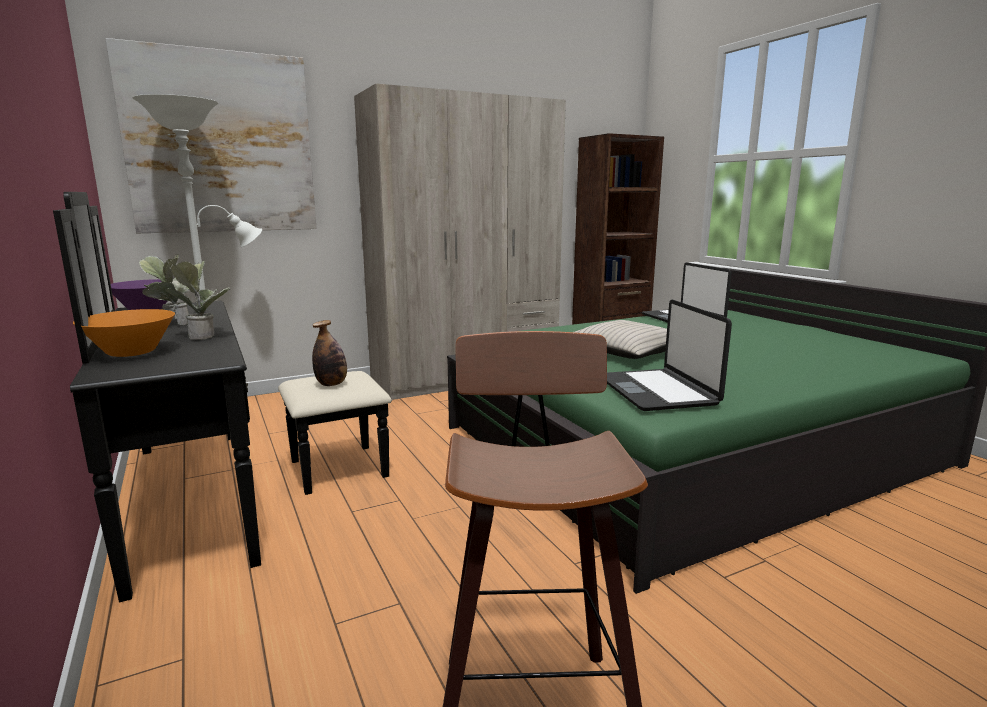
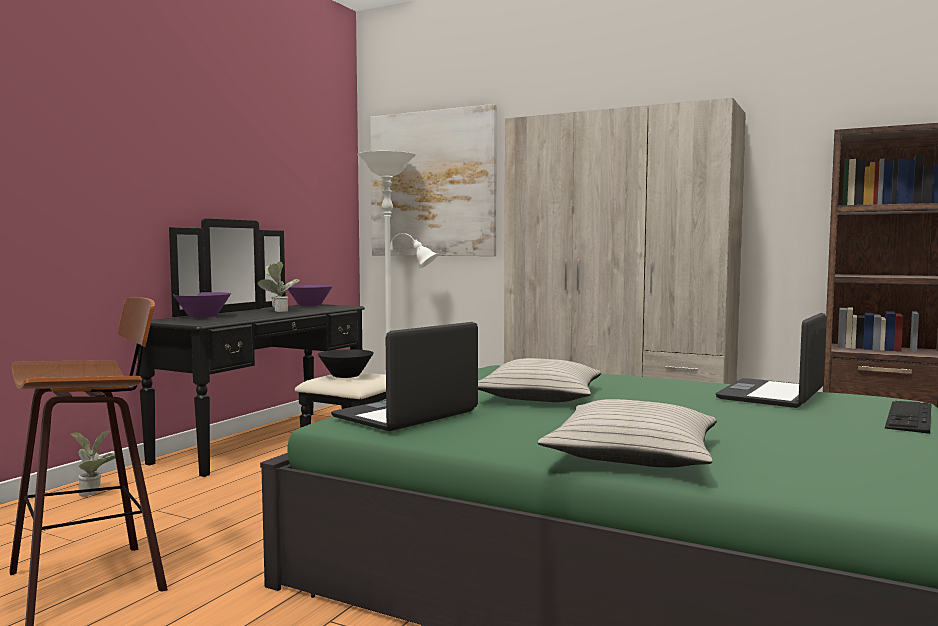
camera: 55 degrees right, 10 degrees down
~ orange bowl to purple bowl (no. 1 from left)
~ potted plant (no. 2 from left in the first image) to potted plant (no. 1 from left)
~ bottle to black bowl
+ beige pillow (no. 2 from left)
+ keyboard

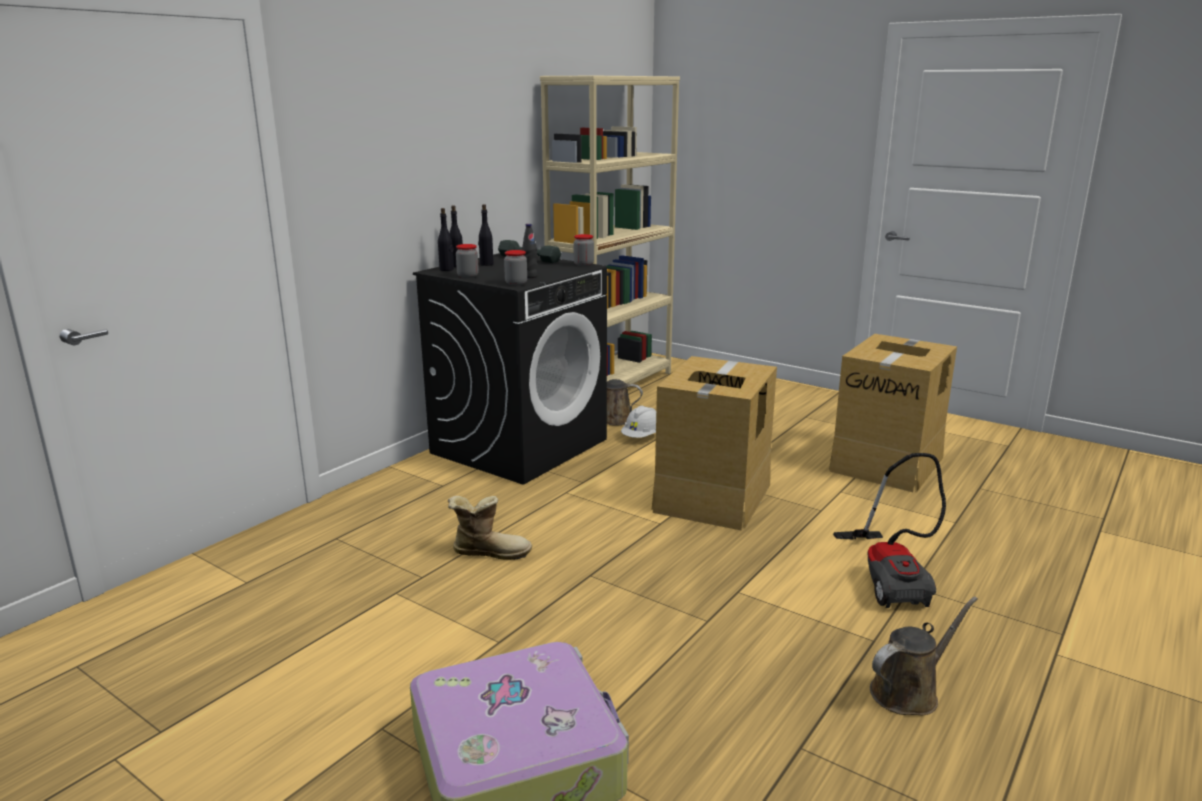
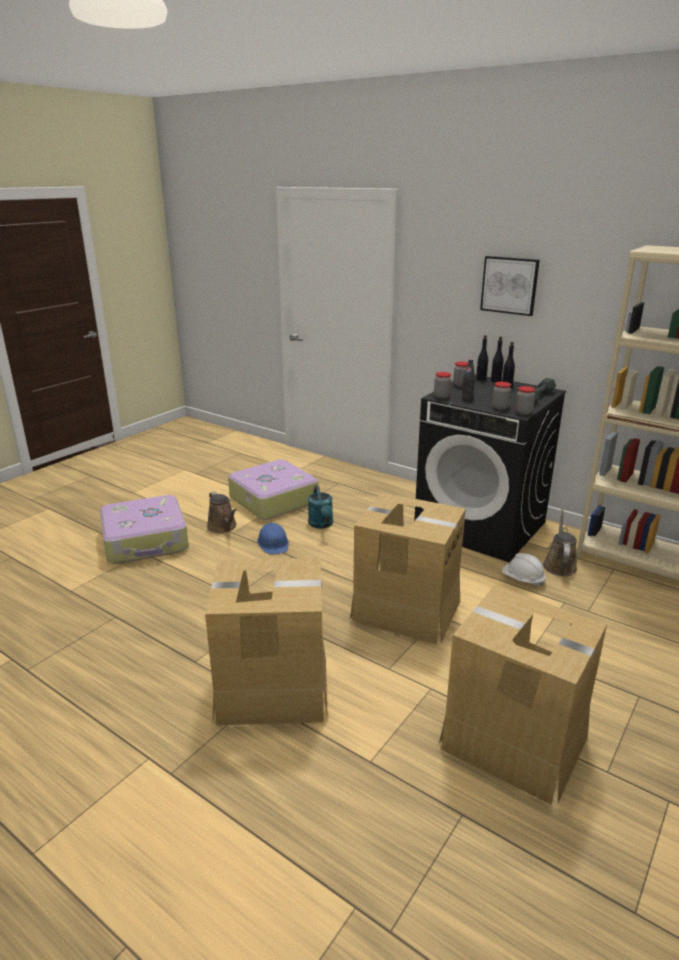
camera: 90 degrees right, 5 degrees up
~ boot to turquoise watering can
~ vacuum cleaner to cardboard box (no. 1 from left)
~ brown watering can (no. 2 from left in the first image) to brown watering can (no. 1 from left)
+ suitcase (no. 2 from left)
+ blue hard hat
+ picture
+ jar (no. 3 from left)

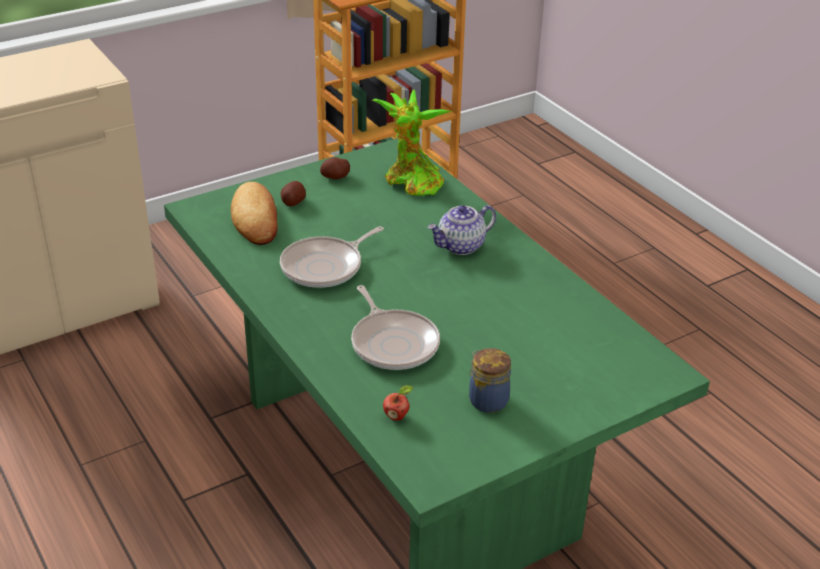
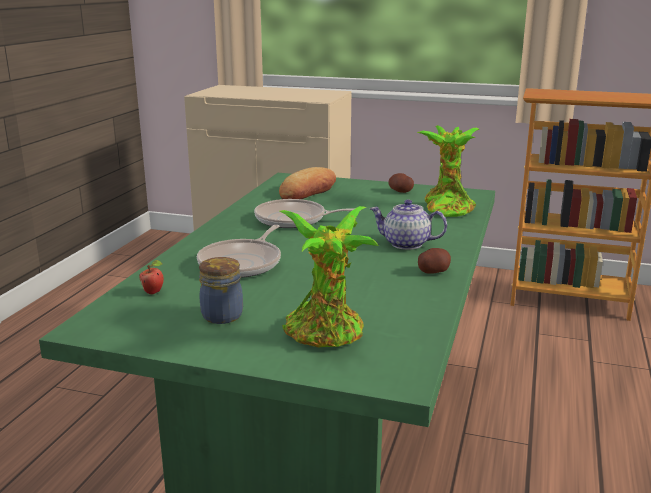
camera: 50 degrees right, 15 degrees down
~ potato (no. 1 from left in the first image) to potato (no. 2 from left)
+ potted plant (no. 1 from left)

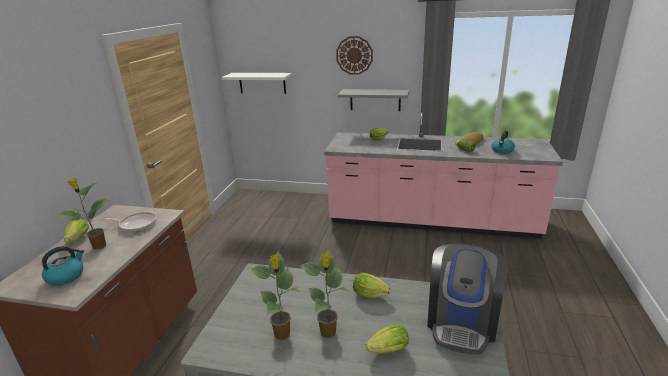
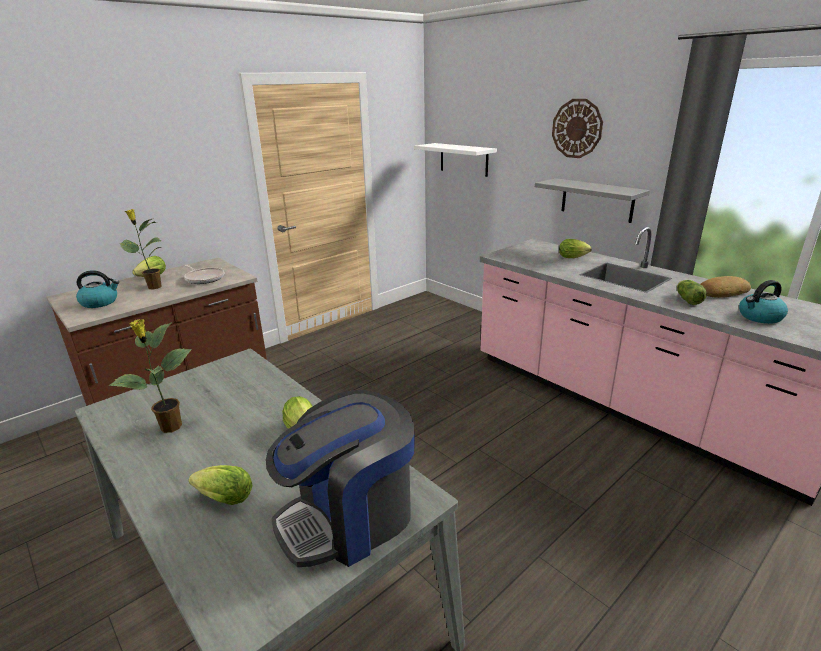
camera: 35 degrees right, 0 degrees up
- potted plant (no. 3 from left)

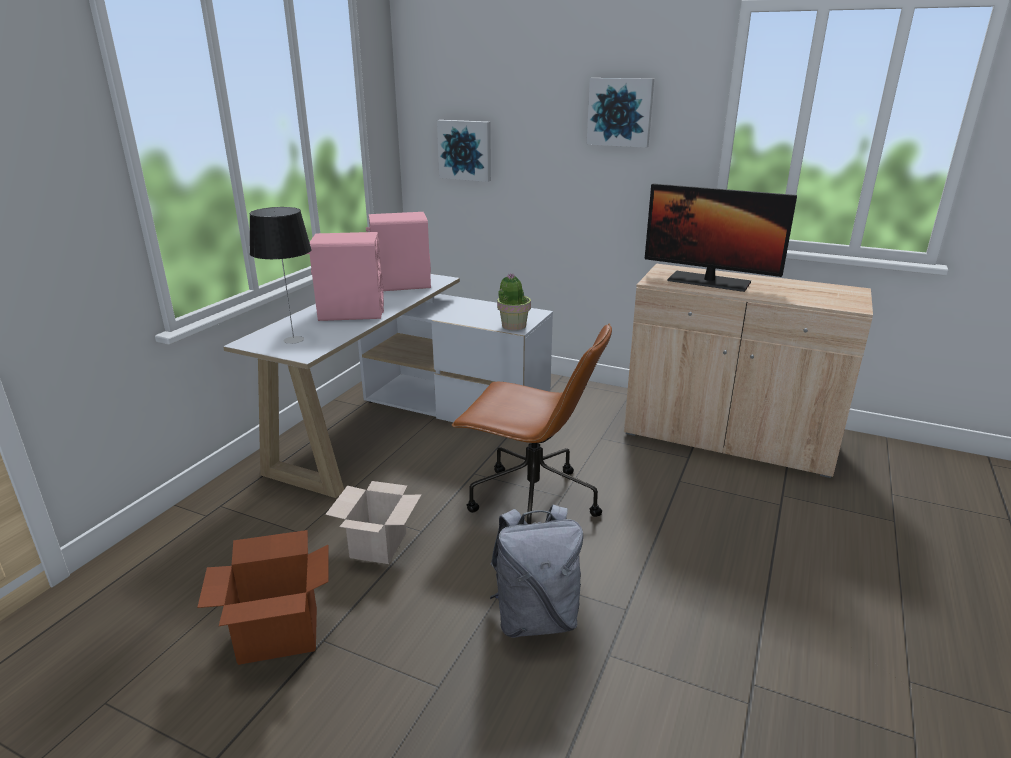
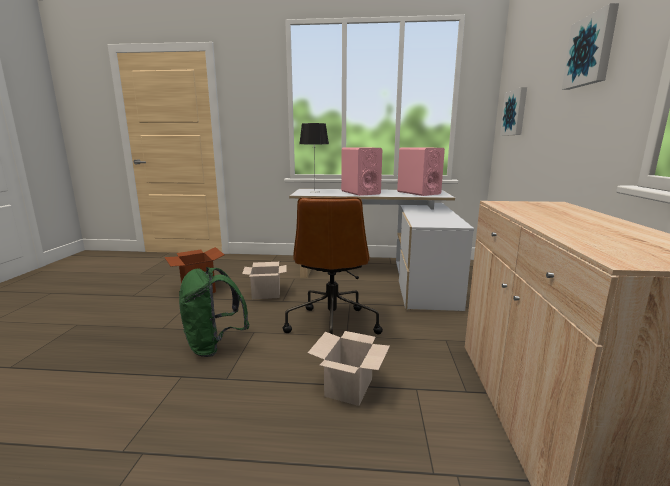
camera: 70 degrees right, 10 degrees down
~ grey backpack to green backpack
- potted plant
- monitor
+ cardboard box (no. 3 from left)

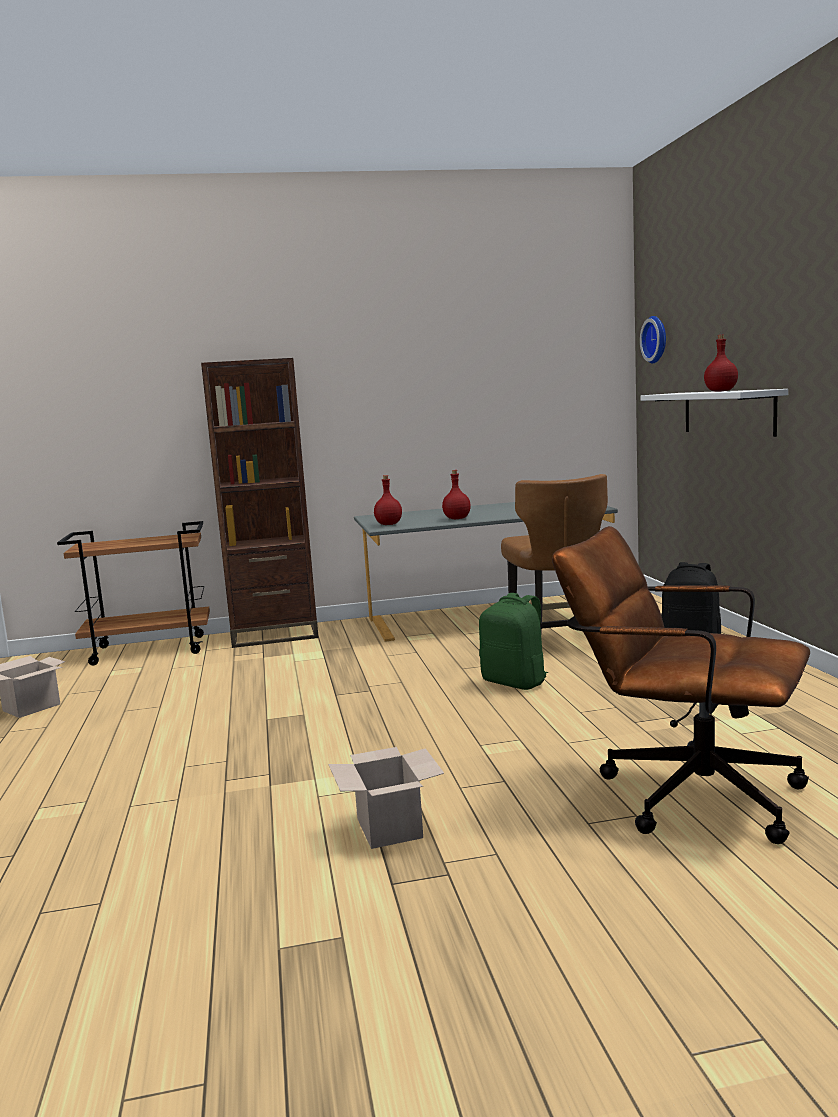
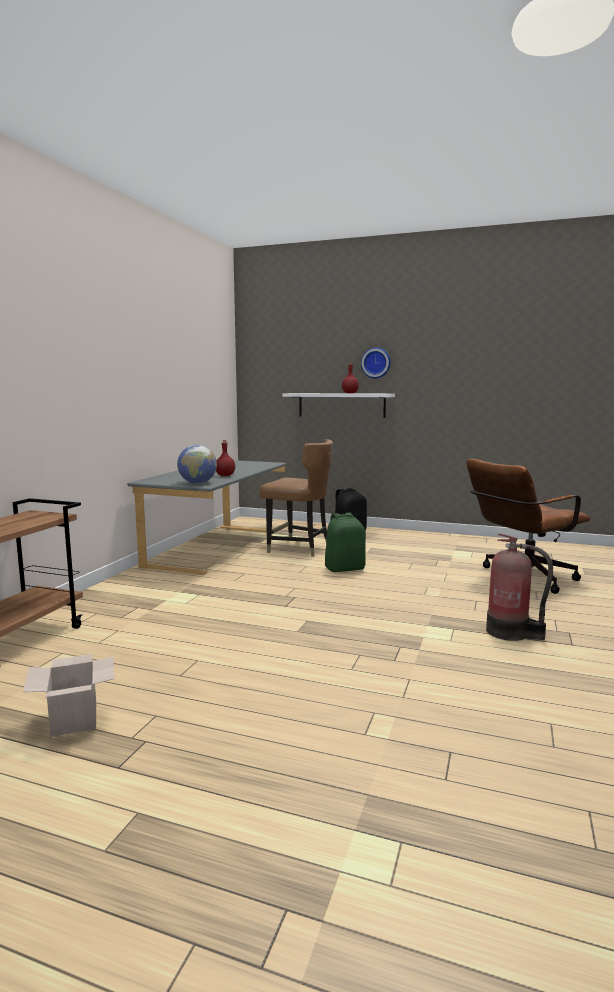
camera: 60 degrees left, 0 degrees up
- brown bookcase
~ cardboard box (no. 2 from left) to fire extinguisher
~ red bottle (no. 1 from left) to globe
~ wall clock

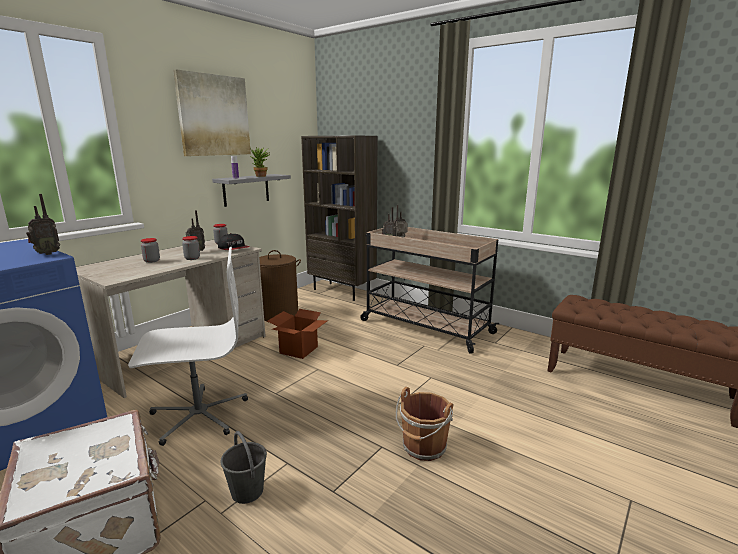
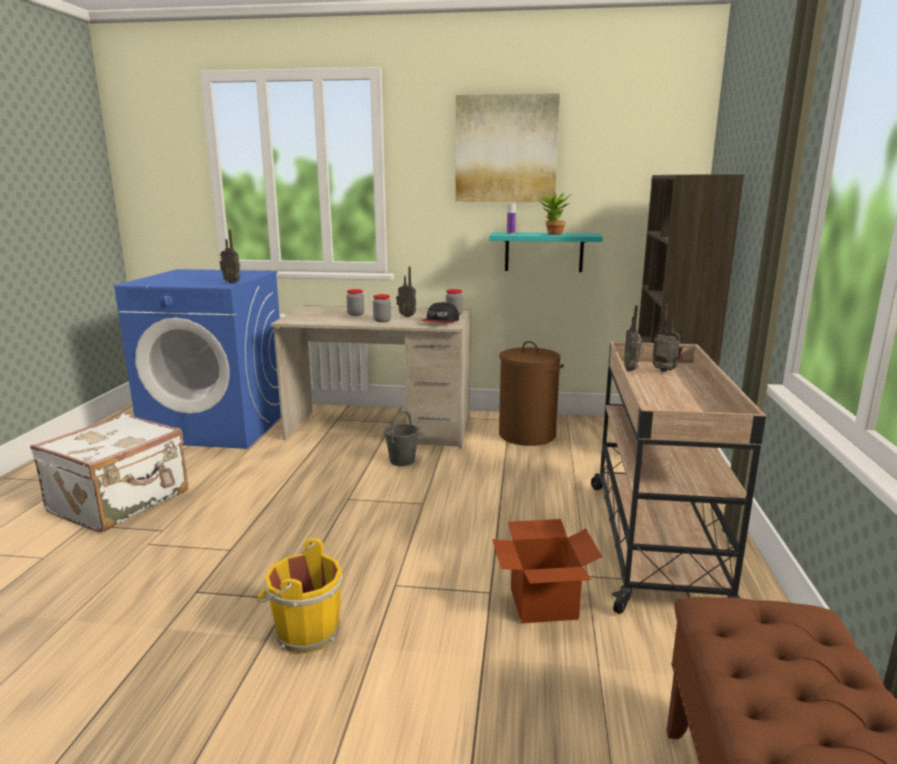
camera: 60 degrees right, 0 degrees up
- white office chair
~ grey shelf to turquoise shelf
~ grey bucket
~ cardboard box
~ brown bucket to yellow bucket

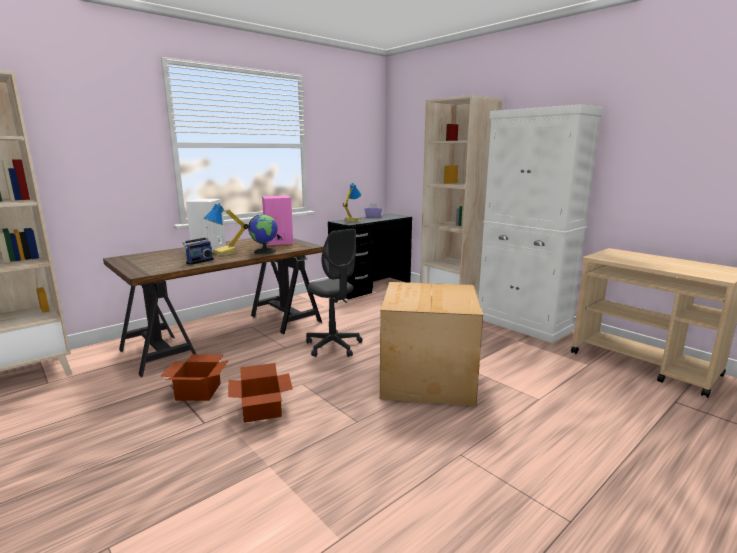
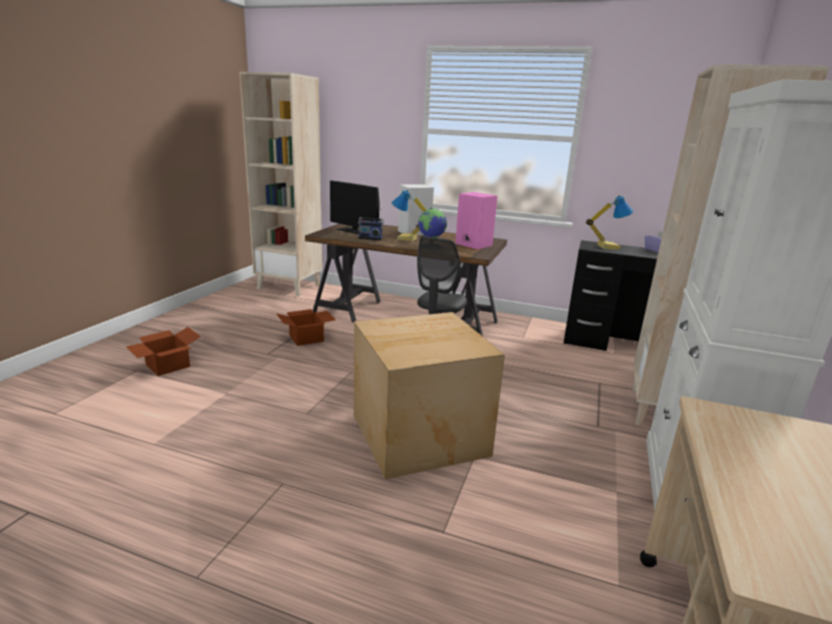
camera: 60 degrees right, 5 degrees up
~ cardboard box (no. 2 from left in the first image) to cardboard box (no. 1 from left)
+ monitor

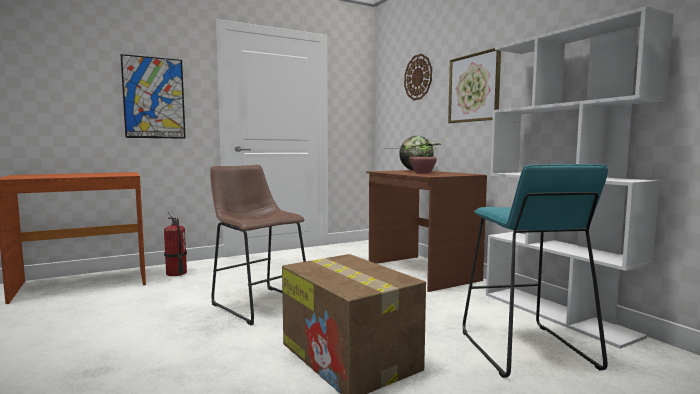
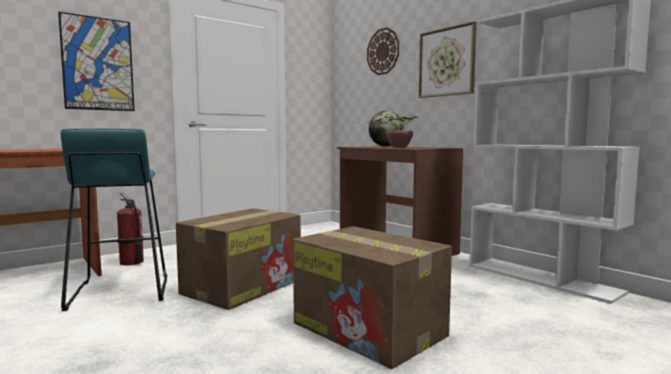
camera: 10 degrees left, 0 degrees up
~ brown stool to cardboard box (no. 1 from left)
~ turquoise stool

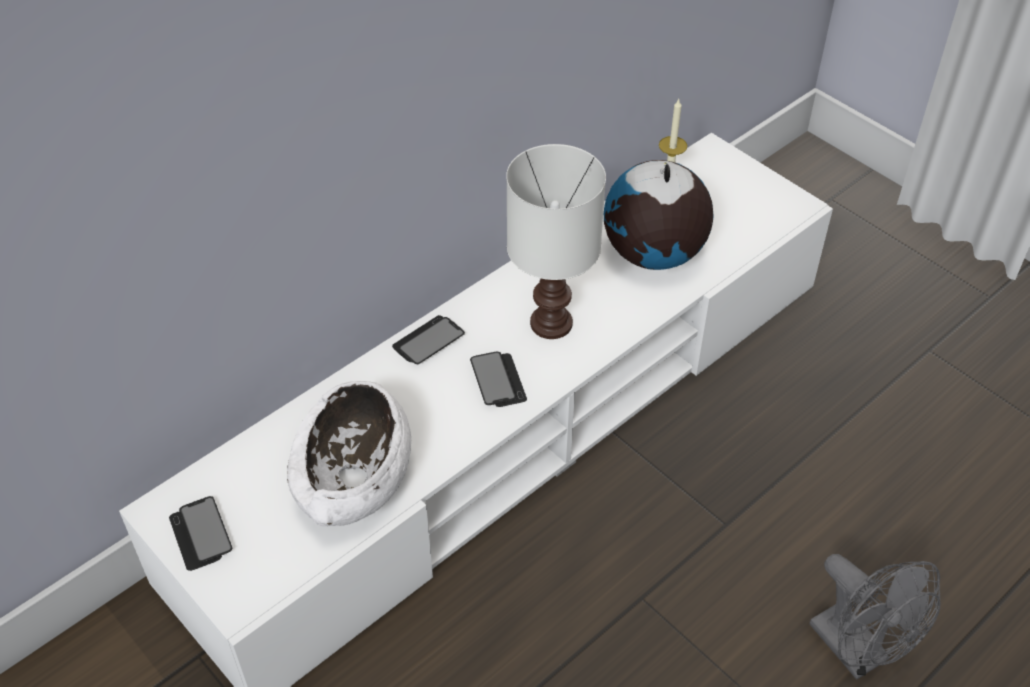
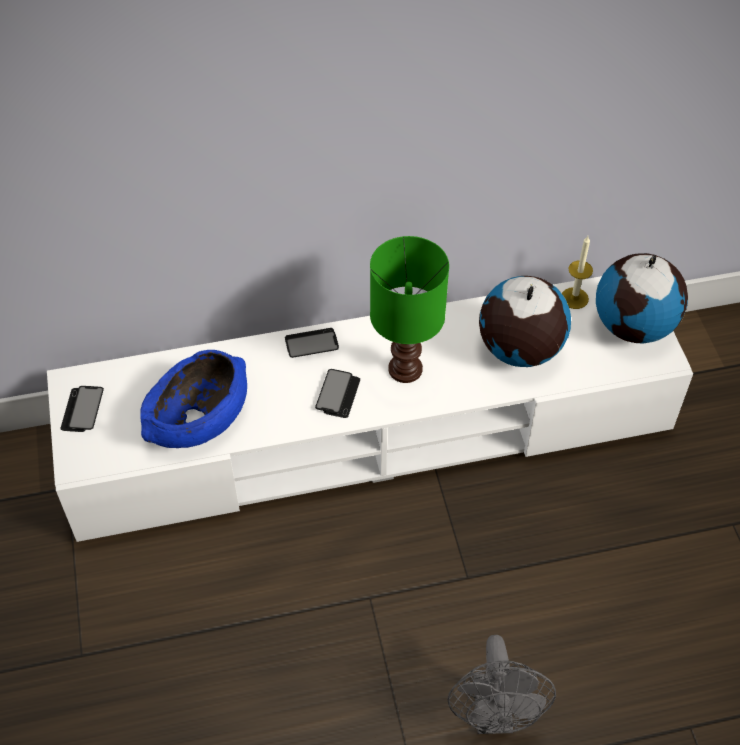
camera: 30 degrees right, 5 degrees up
~ white bowl to blue bowl
~ white table lamp to green table lamp
+ globe (no. 2 from left)

